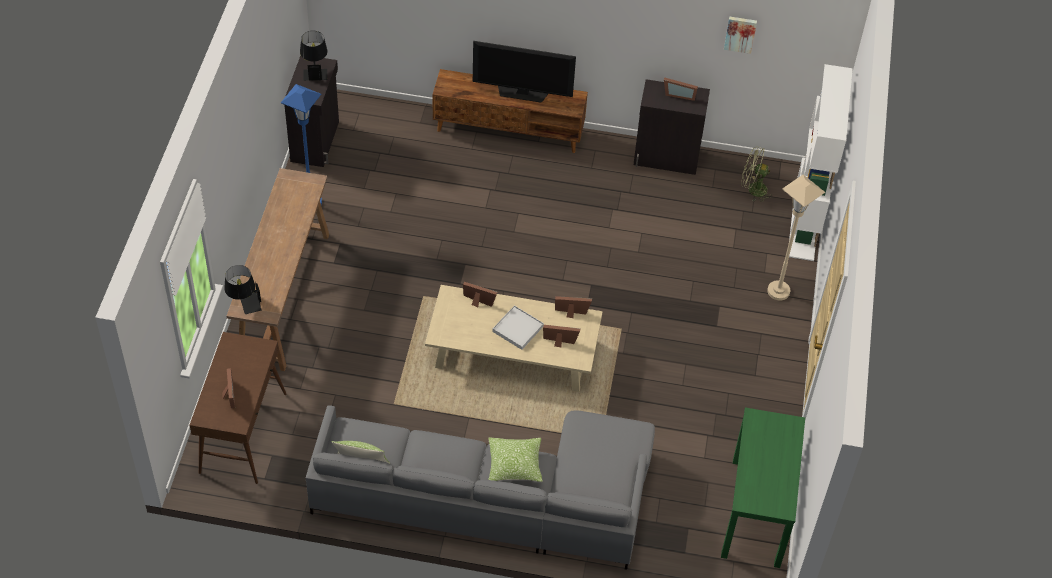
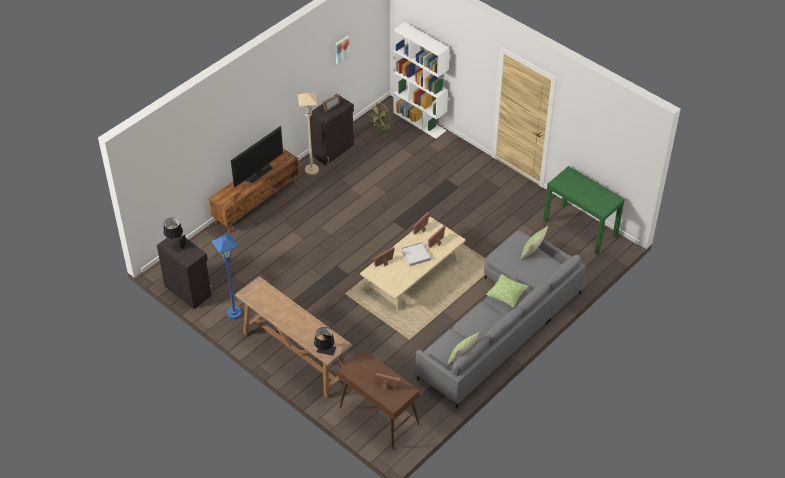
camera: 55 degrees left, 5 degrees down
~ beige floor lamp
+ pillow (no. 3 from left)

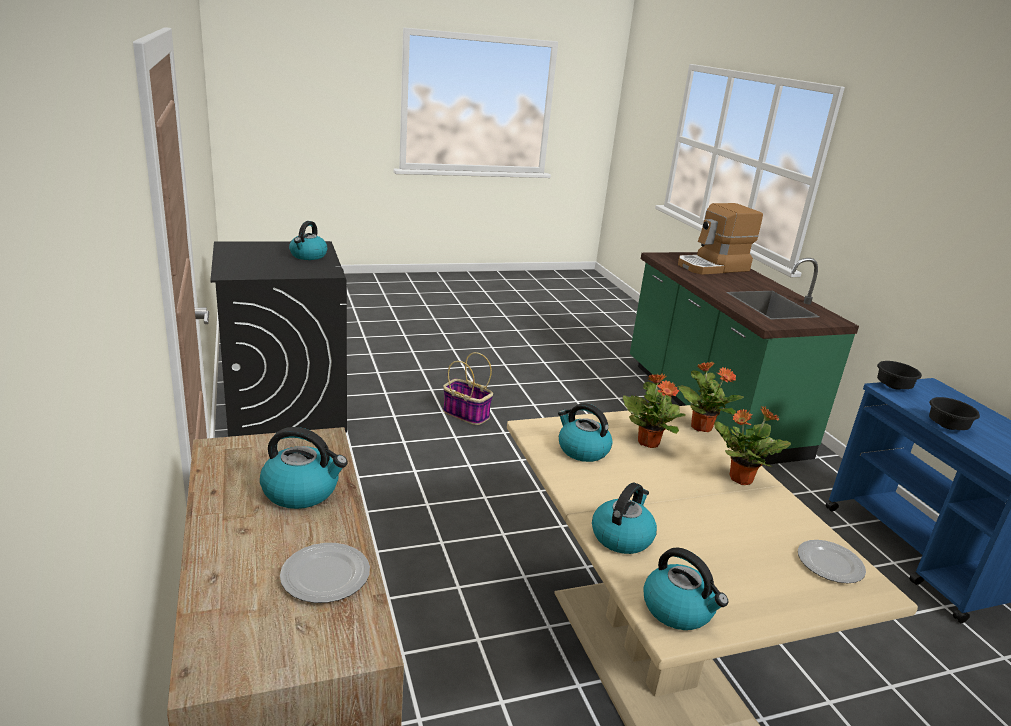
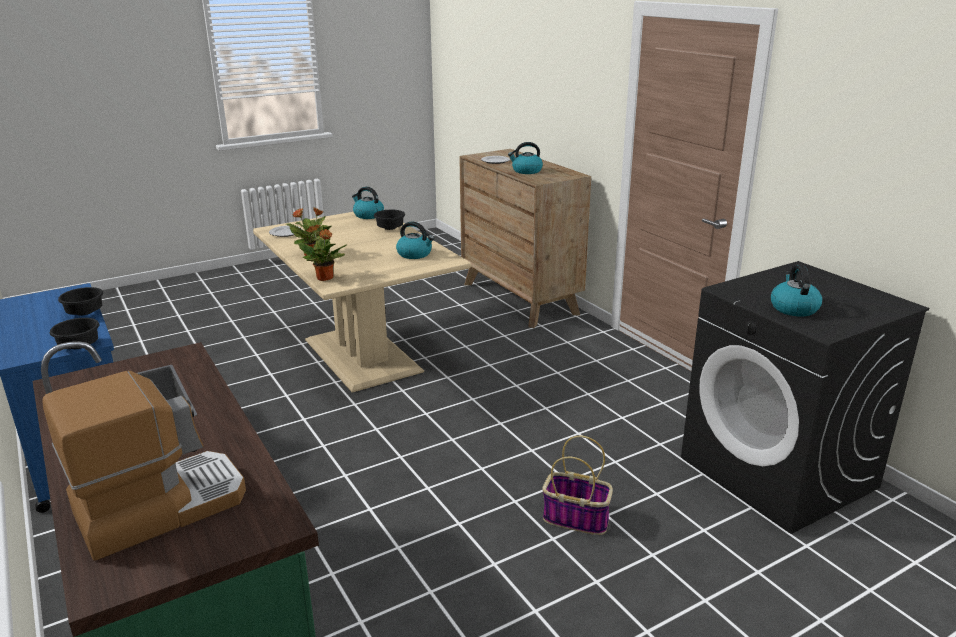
camera: 170 degrees right, 0 degrees up
~ kettle (no. 4 from left) to black bowl (no. 3 from left)
- potted plant (no. 1 from left)

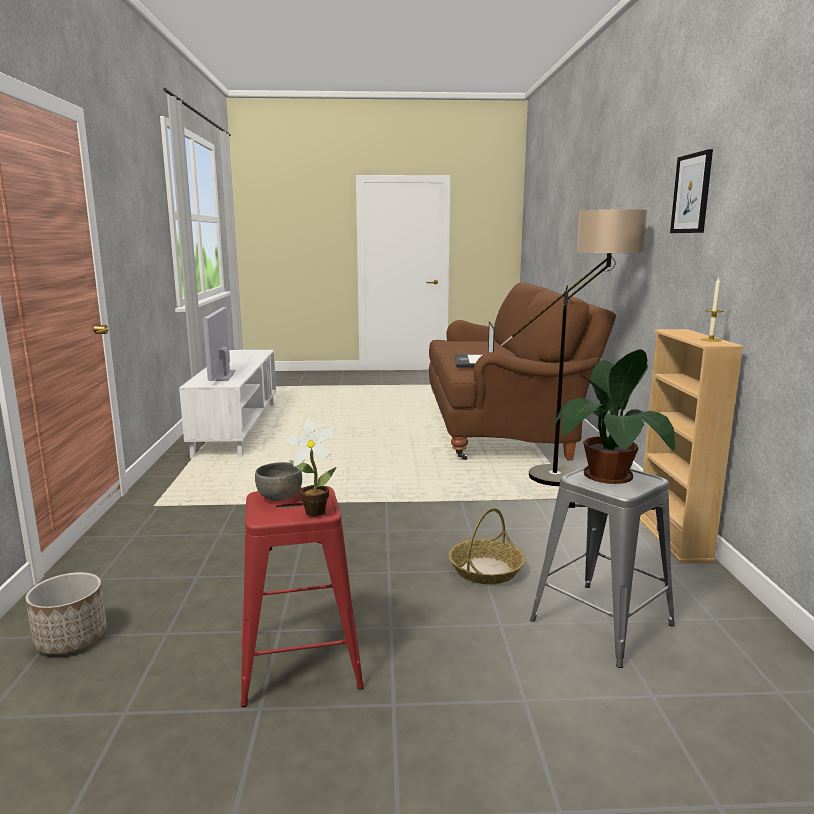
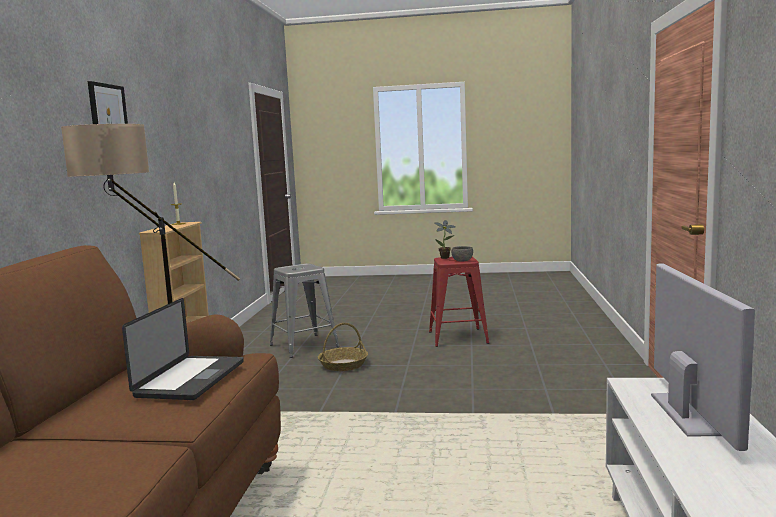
camera: 170 degrees left, 5 degrees down
- planter
- potted plant (no. 2 from left)

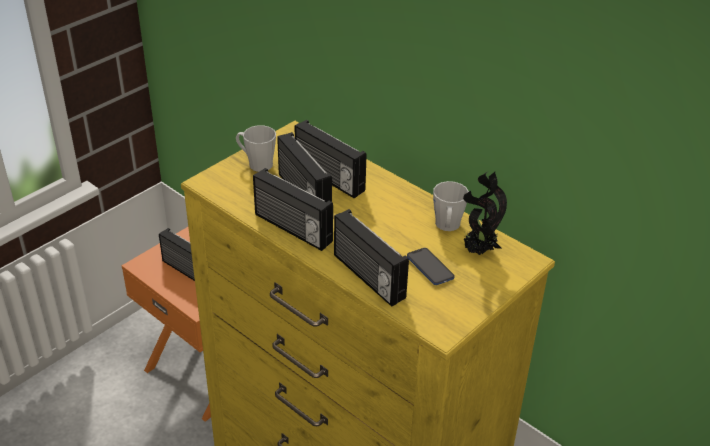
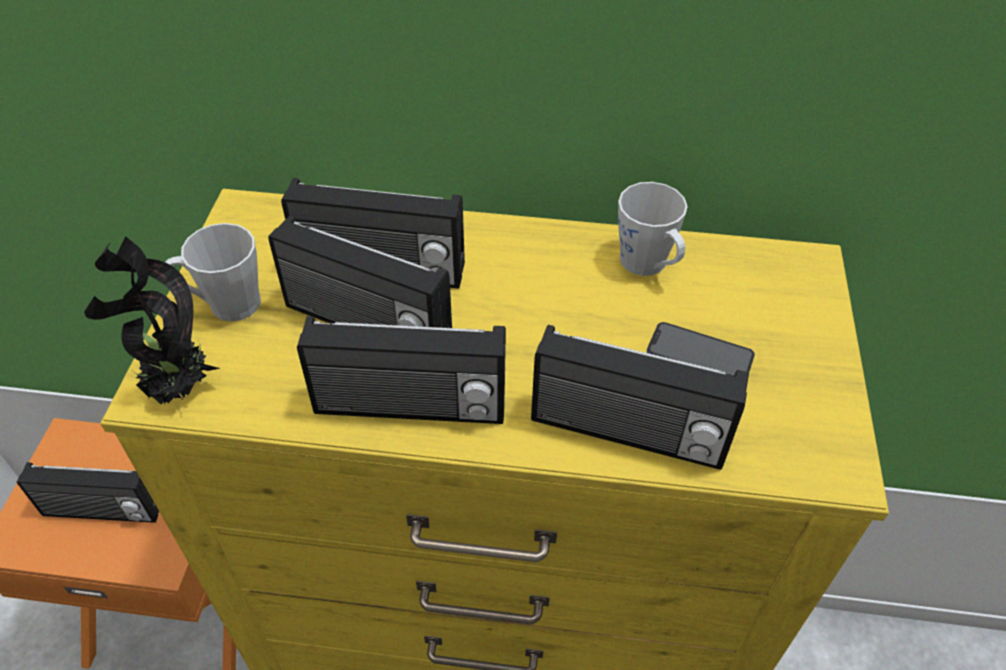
camera: 35 degrees left, 10 degrees up
~ potted plant

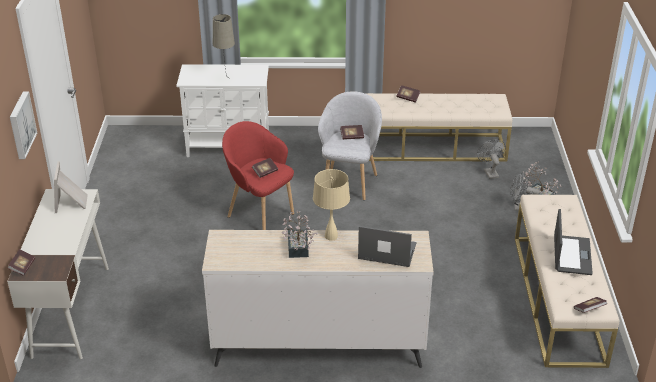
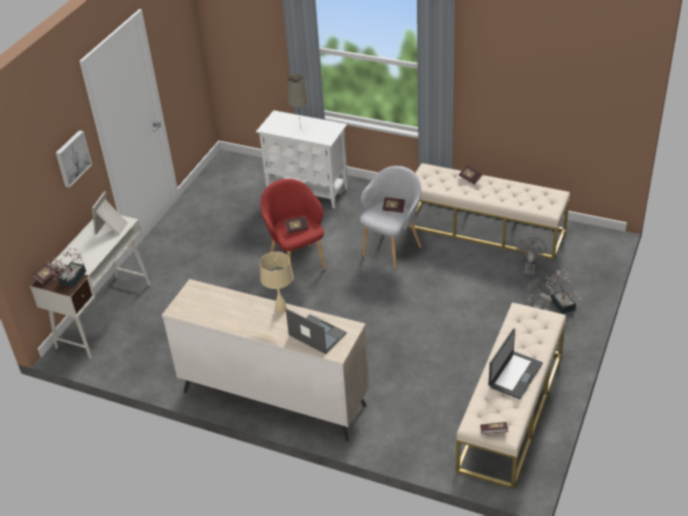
camera: 25 degrees right, 5 degrees up
~ potted plant (no. 1 from left)

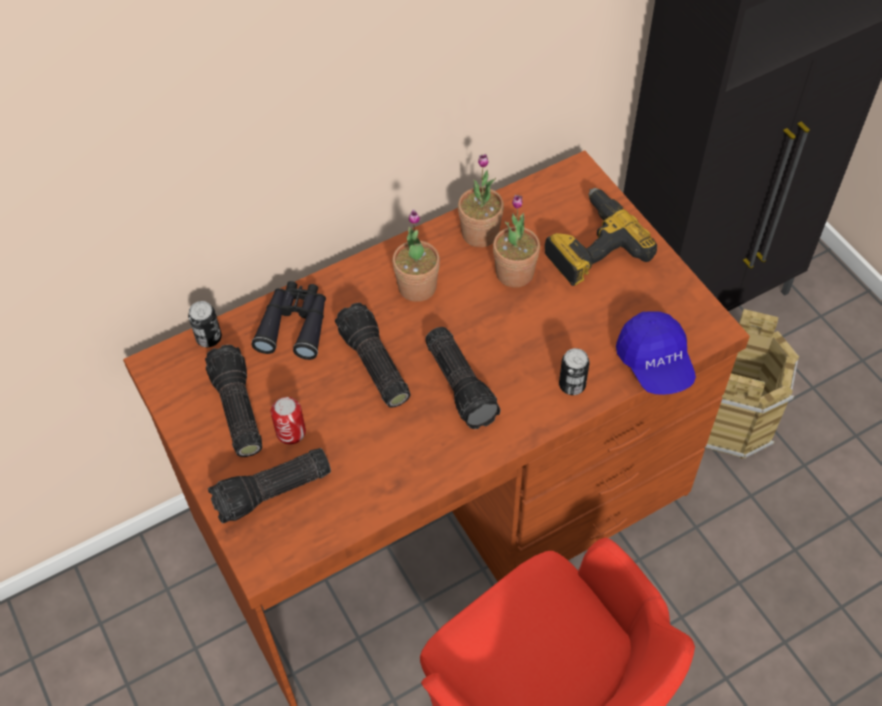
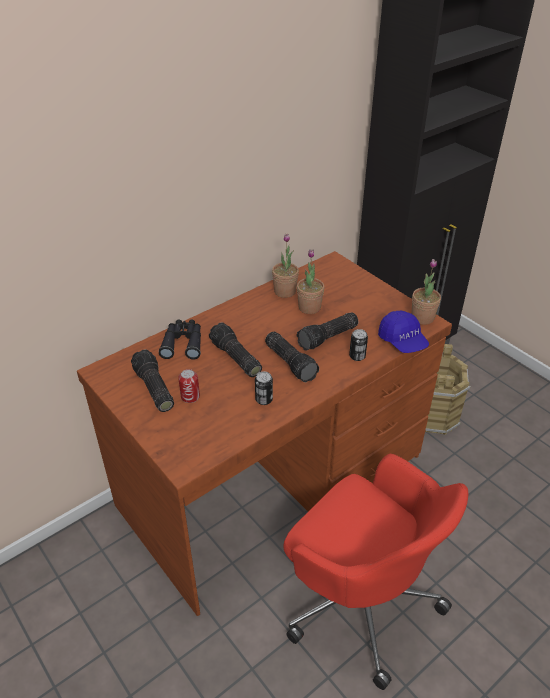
camera: 10 degrees left, 15 degrees down
~ can (no. 1 from left in the first image) to can (no. 2 from left)
~ flashlight (no. 2 from left in the first image) to flashlight (no. 4 from left)
~ potted plant (no. 1 from left in the first image) to potted plant (no. 3 from left)
- power drill

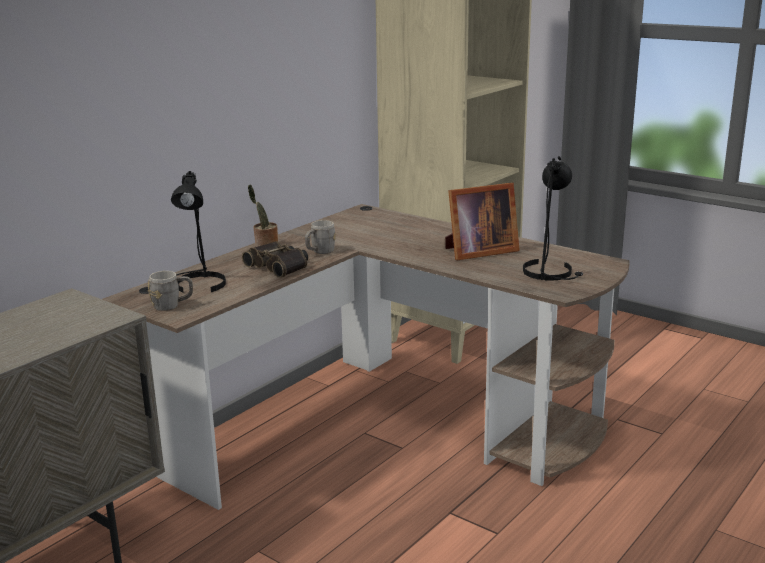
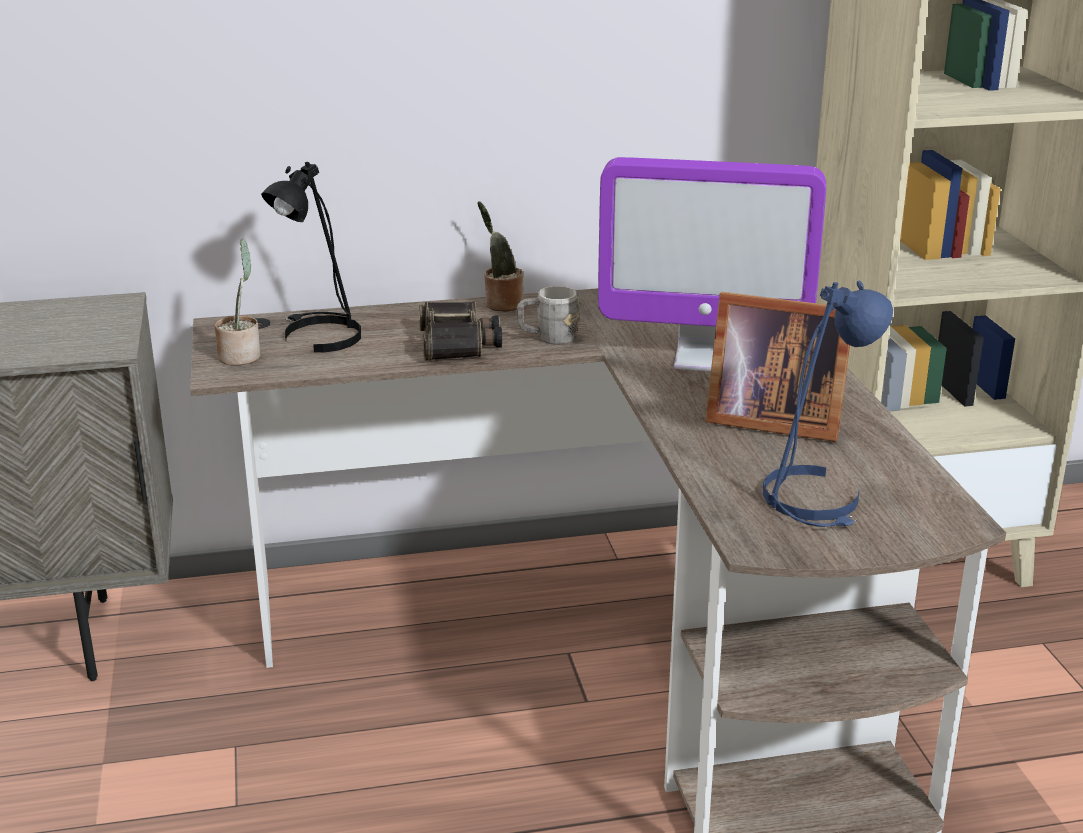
camera: 40 degrees right, 5 degrees up
~ grey mug (no. 1 from left) to potted plant (no. 1 from left)
~ black table lamp (no. 2 from left) to blue table lamp
+ monitor

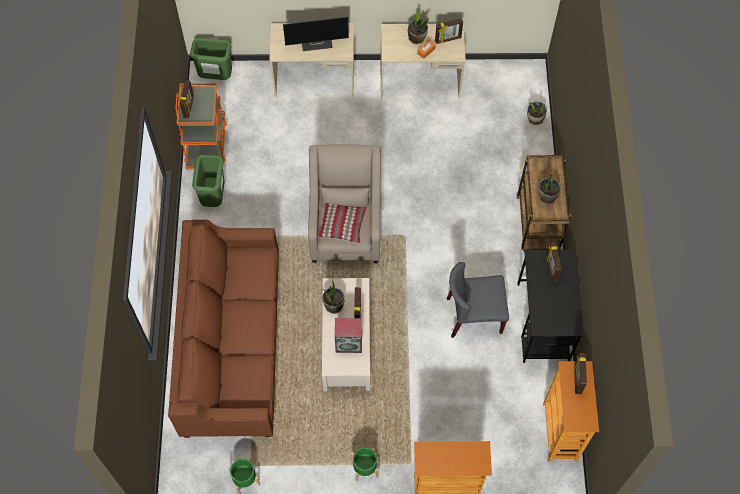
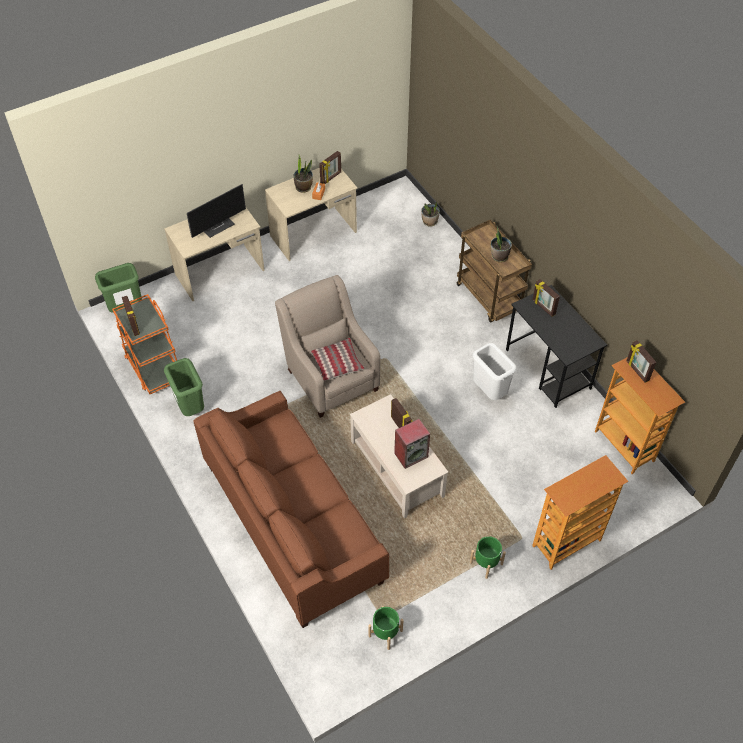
camera: 30 degrees left, 10 degrees down
- potted plant (no. 1 from left)
~ grey chair to white trash can

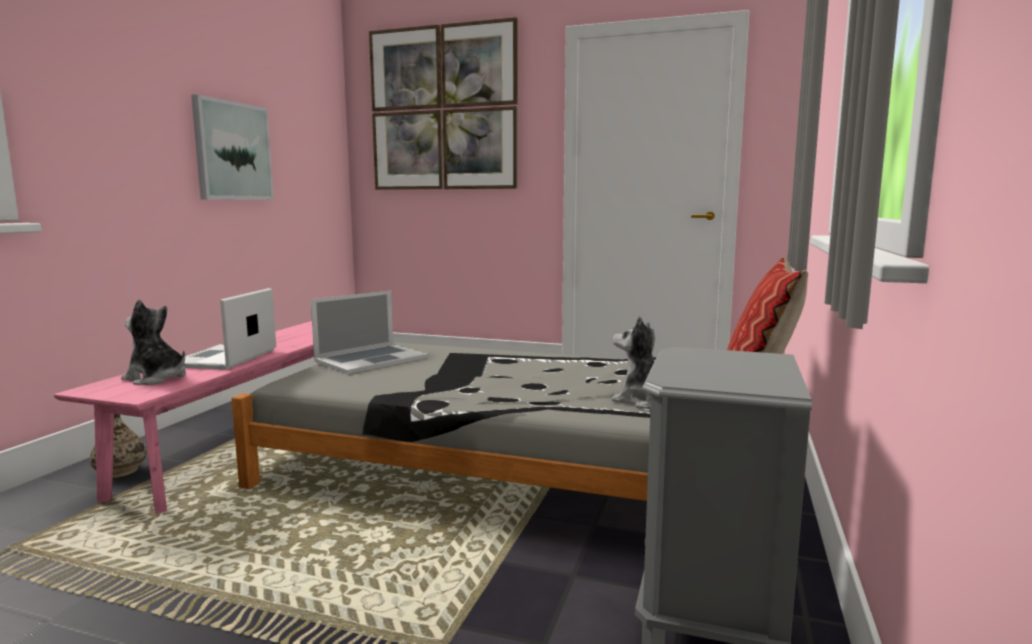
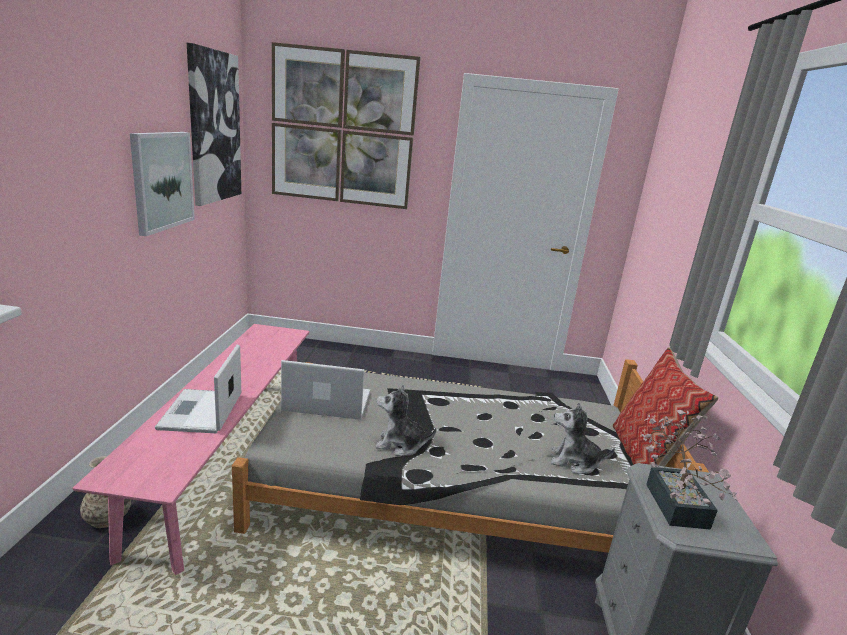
camera: 15 degrees left, 10 degrees up
~ plush toy (no. 1 from left)
~ laptop (no. 2 from left) 120 degrees counterclockwise
+ picture (no. 2 from left)
+ potted plant

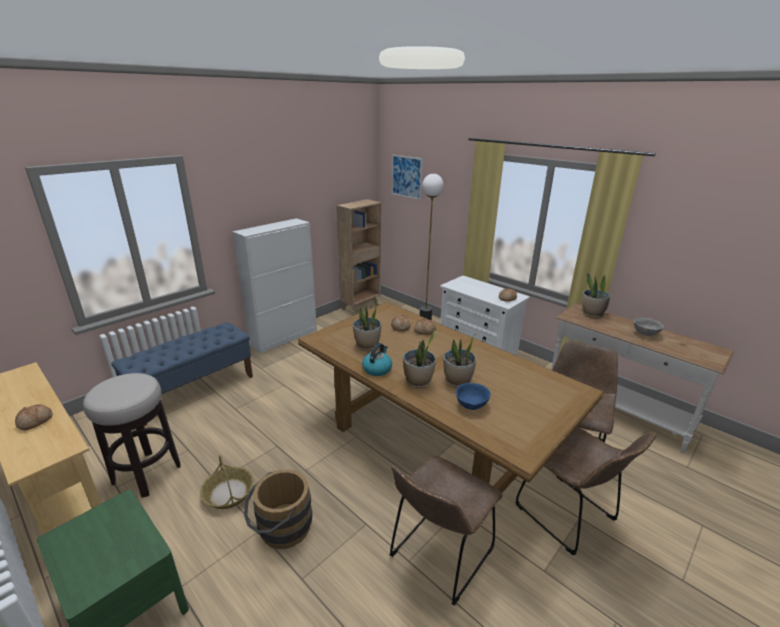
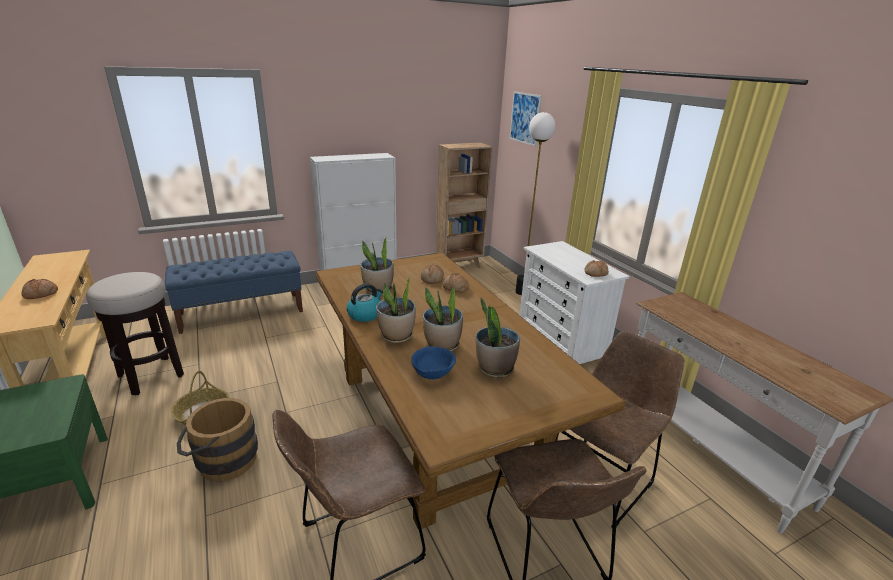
camera: 20 degrees right, 0 degrees up
~ potted plant (no. 4 from left)
- grey bowl

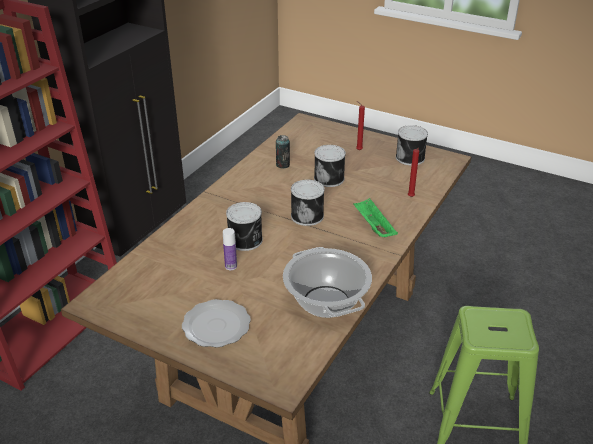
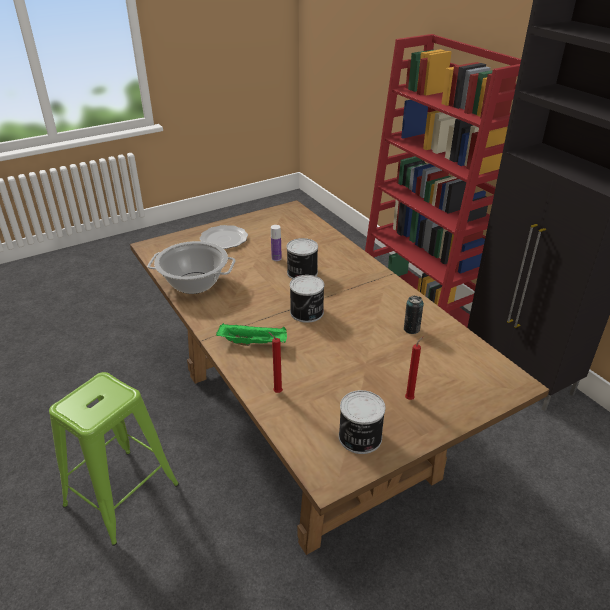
camera: 120 degrees right, 0 degrees up
- can (no. 4 from left)

